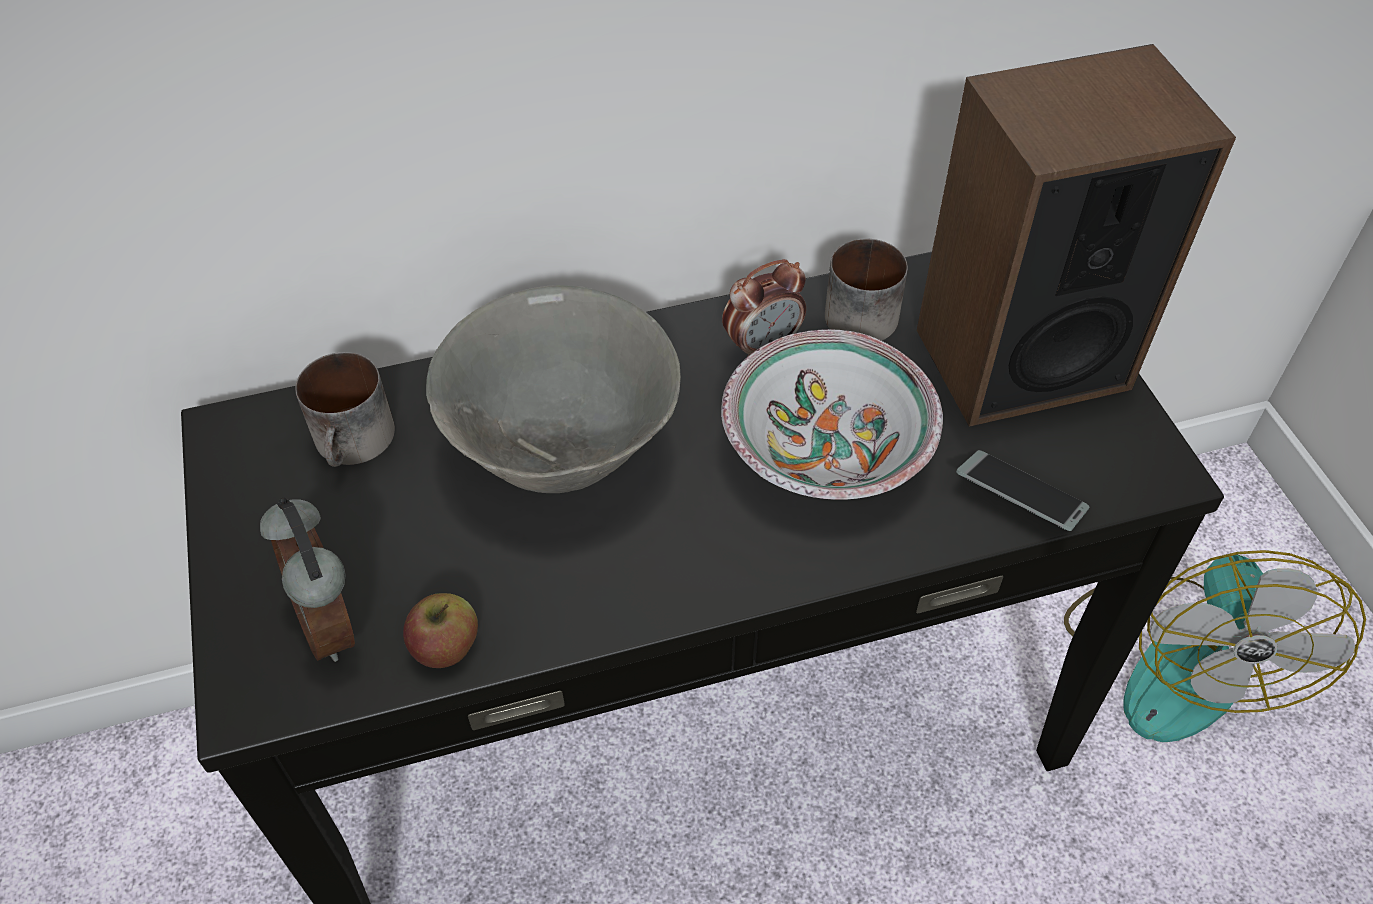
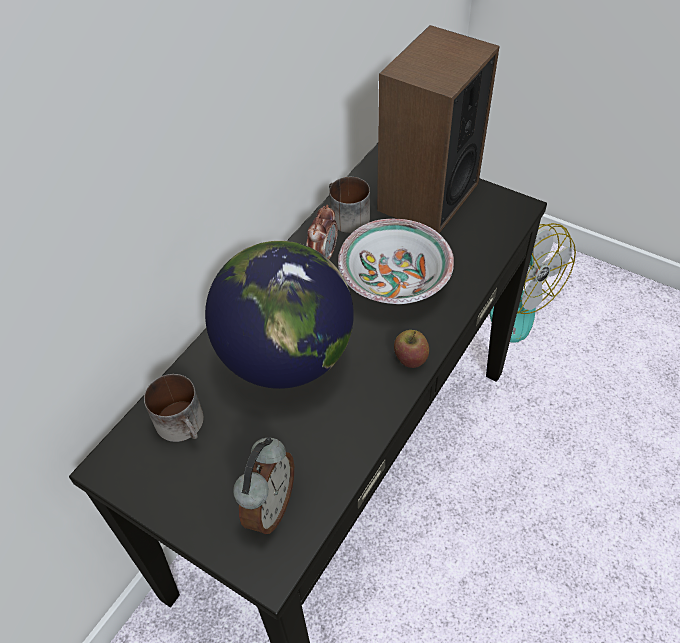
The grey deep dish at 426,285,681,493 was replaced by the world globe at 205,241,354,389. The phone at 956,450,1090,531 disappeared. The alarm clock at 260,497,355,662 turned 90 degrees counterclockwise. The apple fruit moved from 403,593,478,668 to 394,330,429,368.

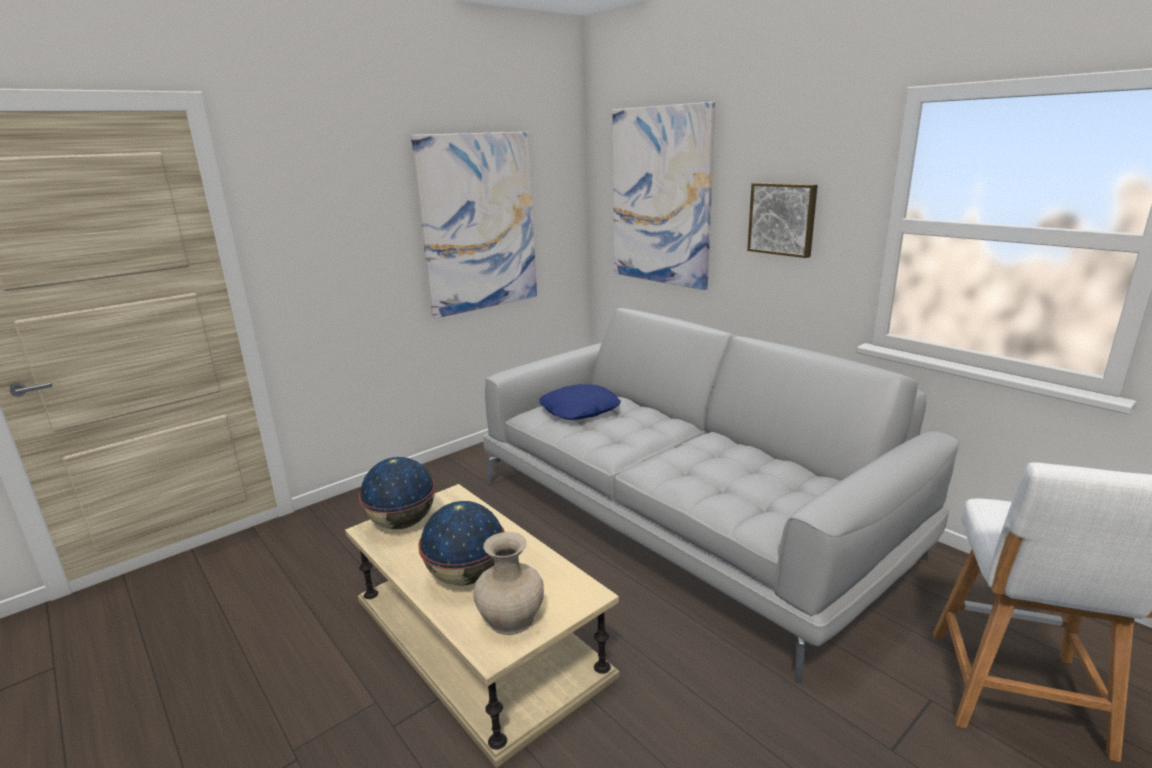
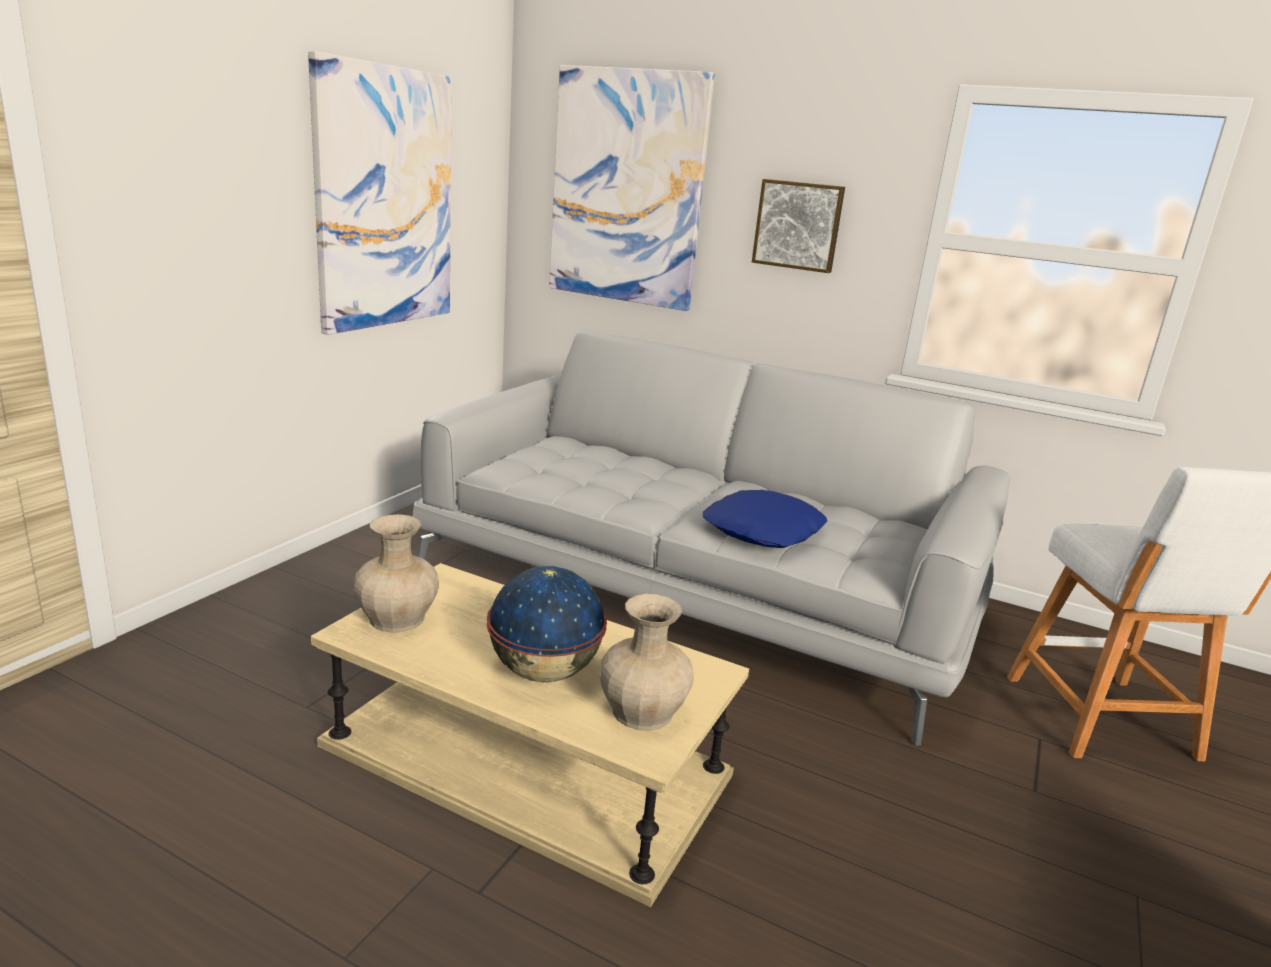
The blue-coloured throw pillow moved from 539,384,621,420 to 703,490,827,548. The world globe at 358,457,436,530 was replaced by the sand-coloured decorative vase at 354,514,439,633.

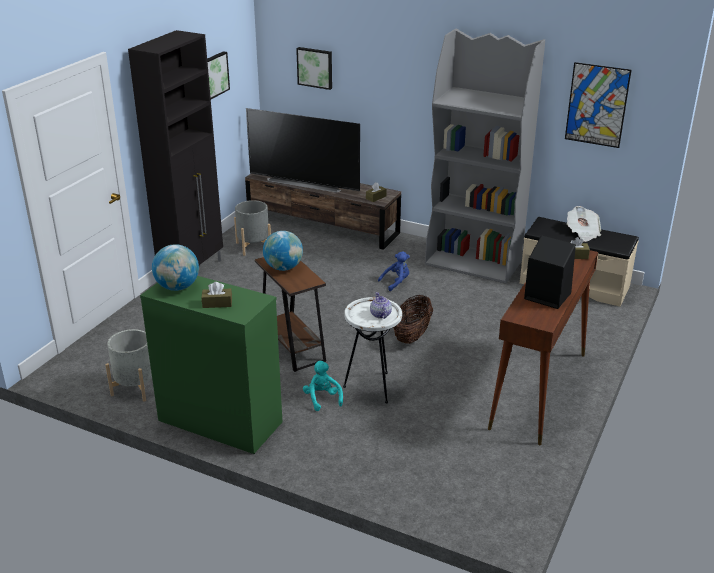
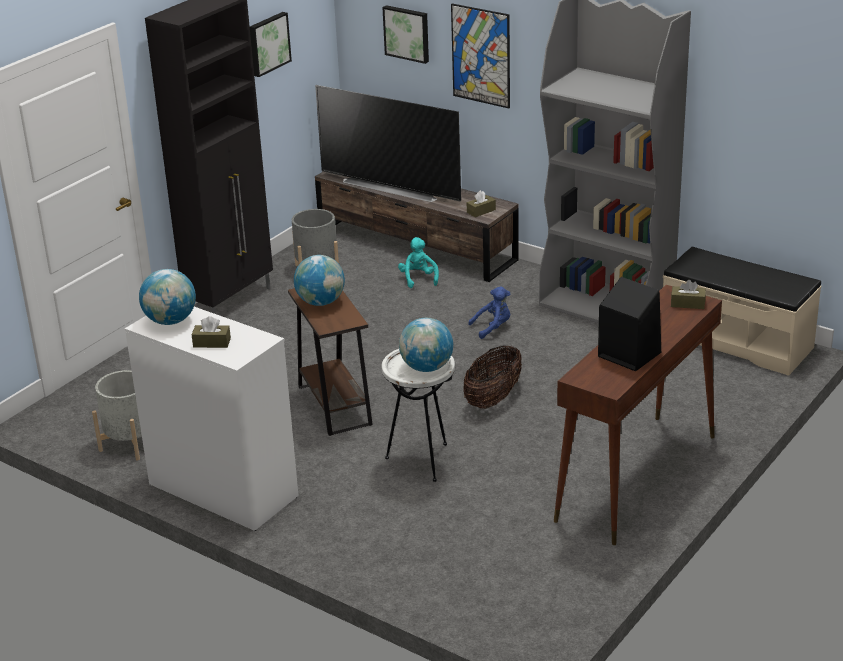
The wall picture moved from 565,62,632,148 to 451,4,510,108. The daily paper at 567,206,601,242 disappeared. The greenish dresser at 140,276,283,454 became the white-coloured dresser at 125,307,299,531. The teapot at 370,292,392,319 was replaced by the world globe at 399,318,453,372. The turquoise-coloured soft toy moved from 303,361,343,411 to 398,237,439,288.

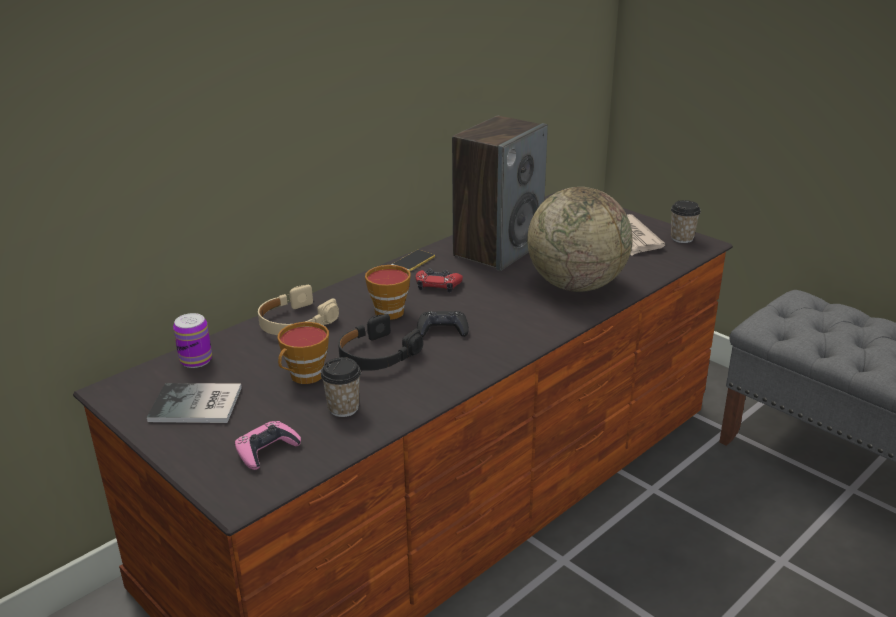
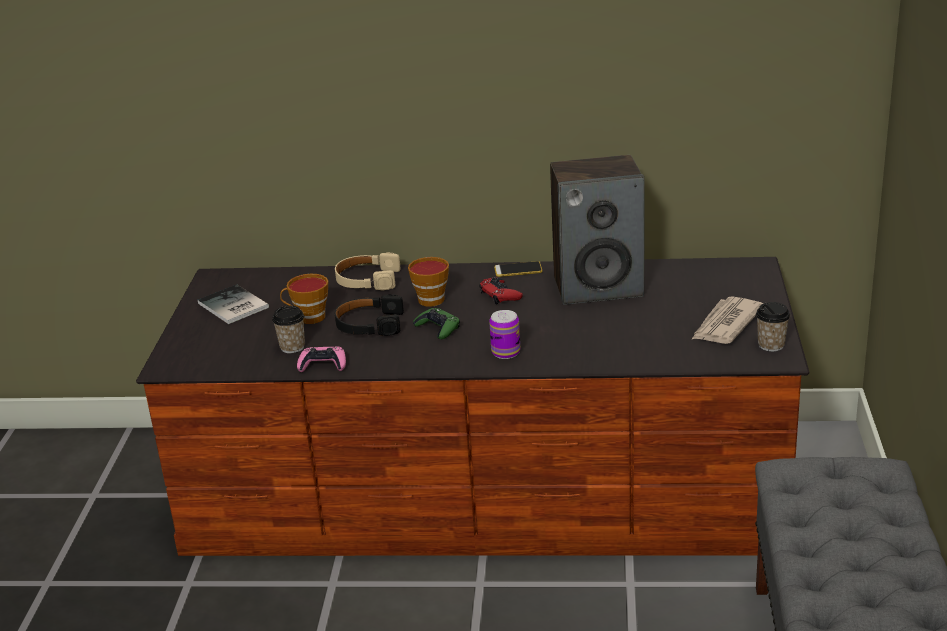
The world globe at 527,187,632,292 disappeared. The blackish game controller at 417,311,469,337 became the greenish game controller at 413,308,460,339. The can moved from 173,313,212,368 to 489,310,520,359. The pink game controller moved from 235,421,301,470 to 297,346,346,372.

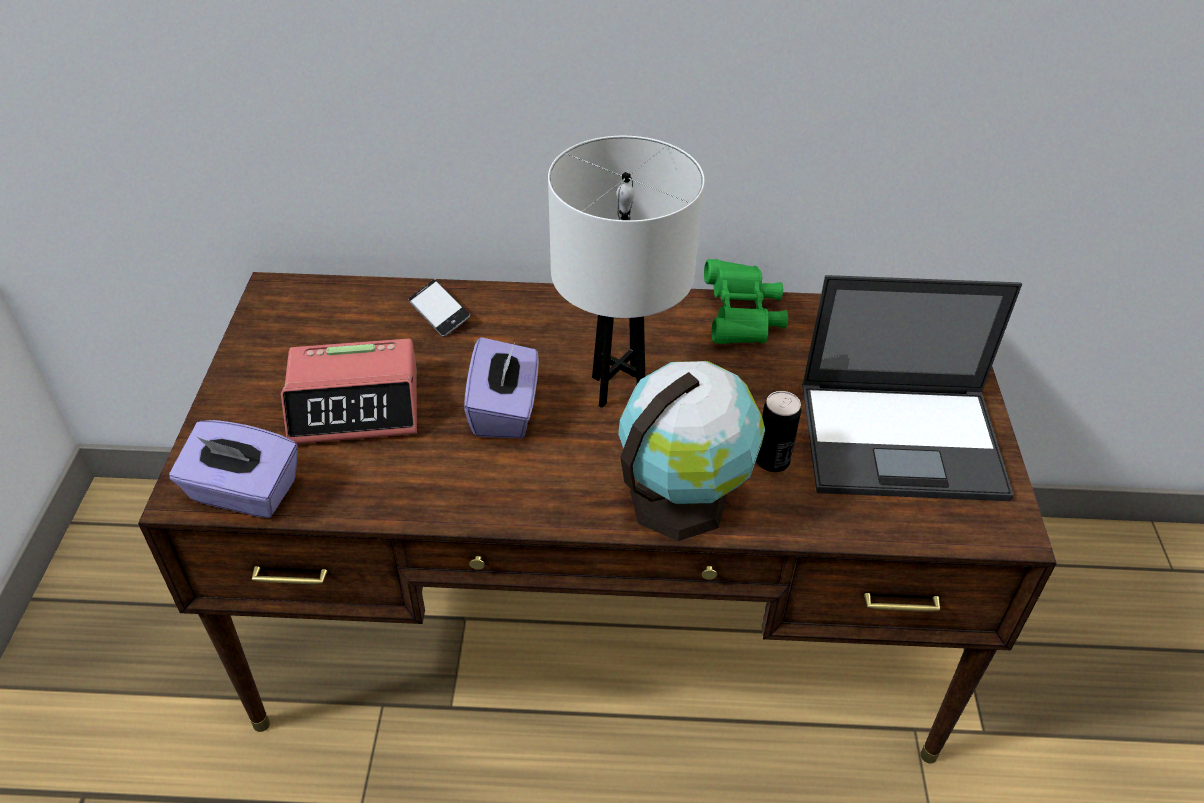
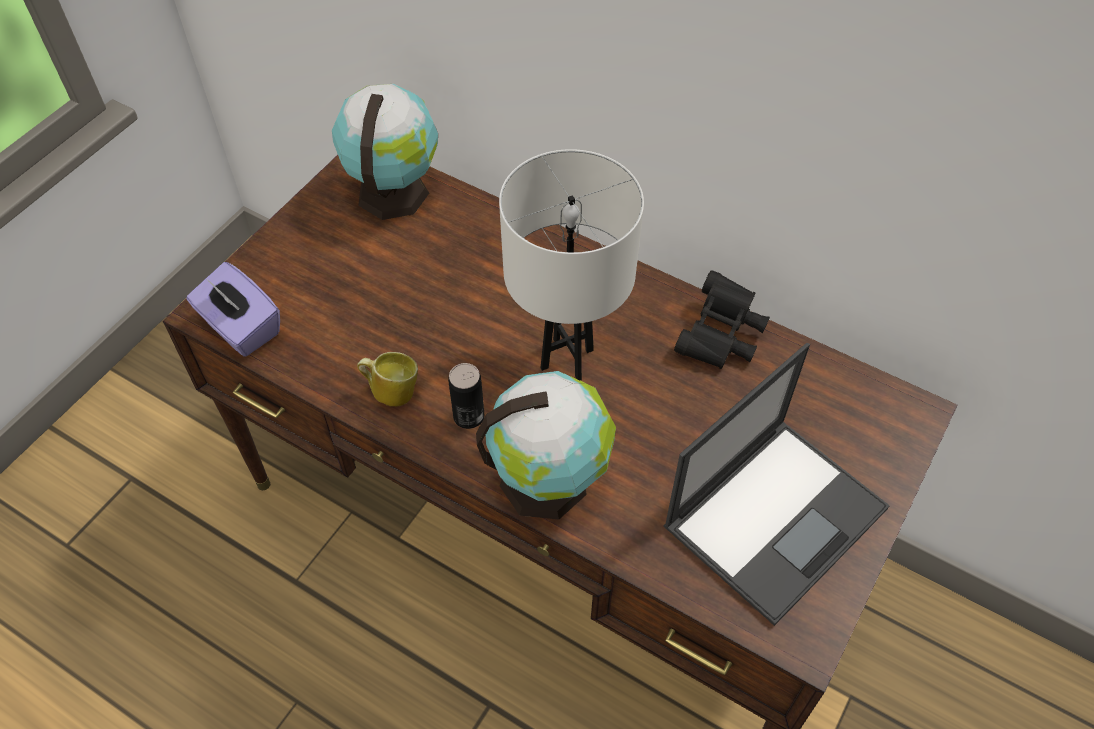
The greenish binoculars at 704,259,788,344 became the blackish binoculars at 674,270,770,369. The notebook computer at 802,275,1022,501 turned 75 degrees counterclockwise. The phone at 409,280,471,337 disappeared. The purplish tissue holder at 464,337,539,439 disappeared. The alarm clock at 281,339,417,444 disappeared. The can moved from 756,391,801,472 to 448,363,484,429. The world globe at 332,84,438,220 appeared. The mug at 357,352,418,407 appeared.

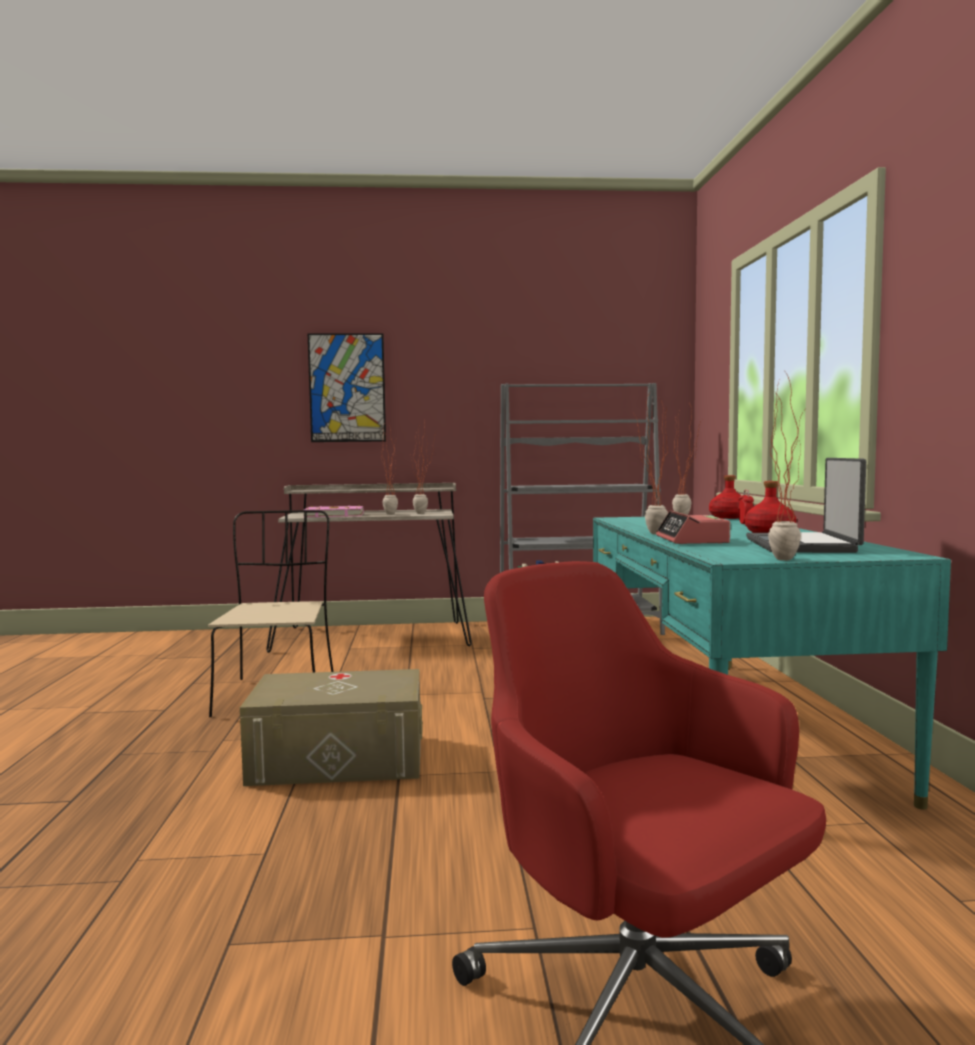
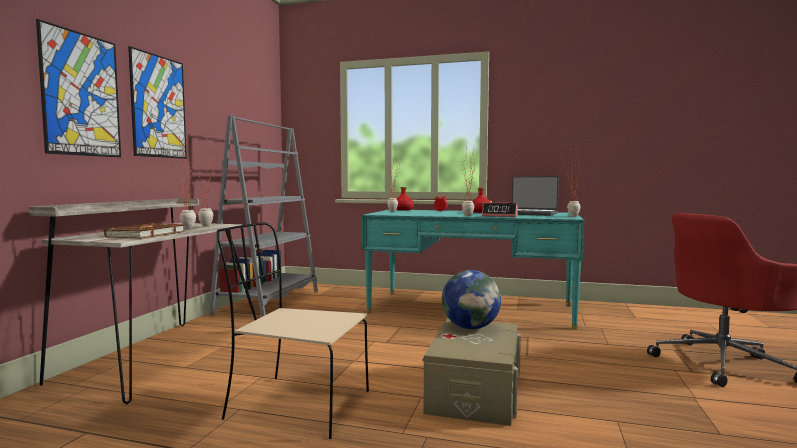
The pink bound book at 303,505,363,517 became the brown-coloured bound book at 104,223,185,239. The wall picture at 128,46,187,159 appeared. The world globe at 442,270,501,329 appeared.

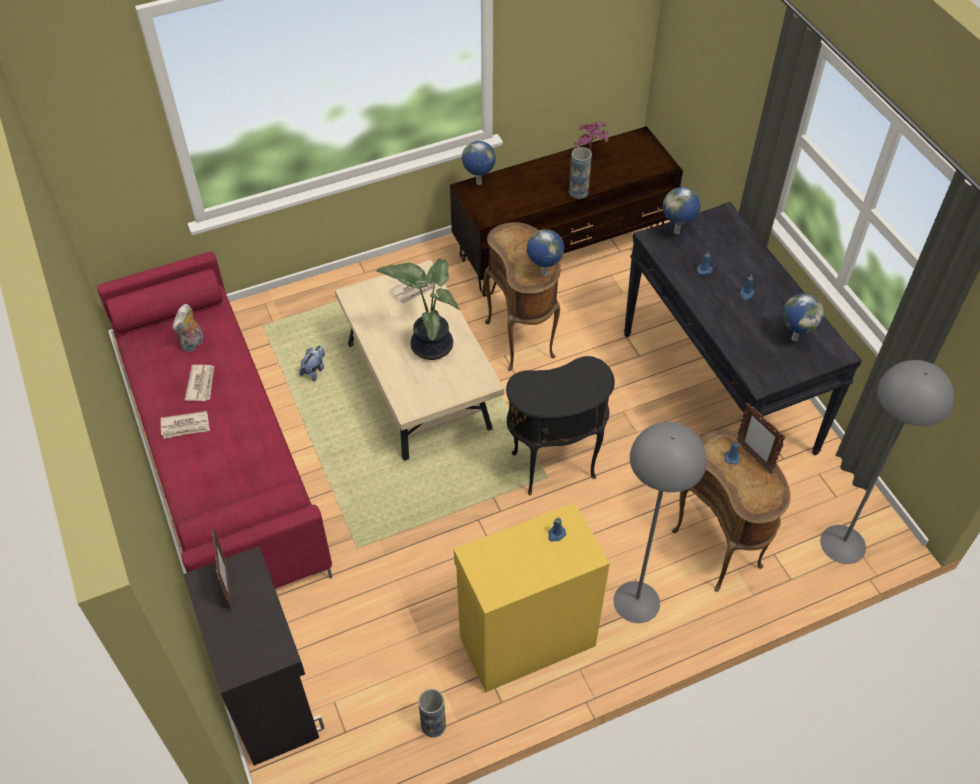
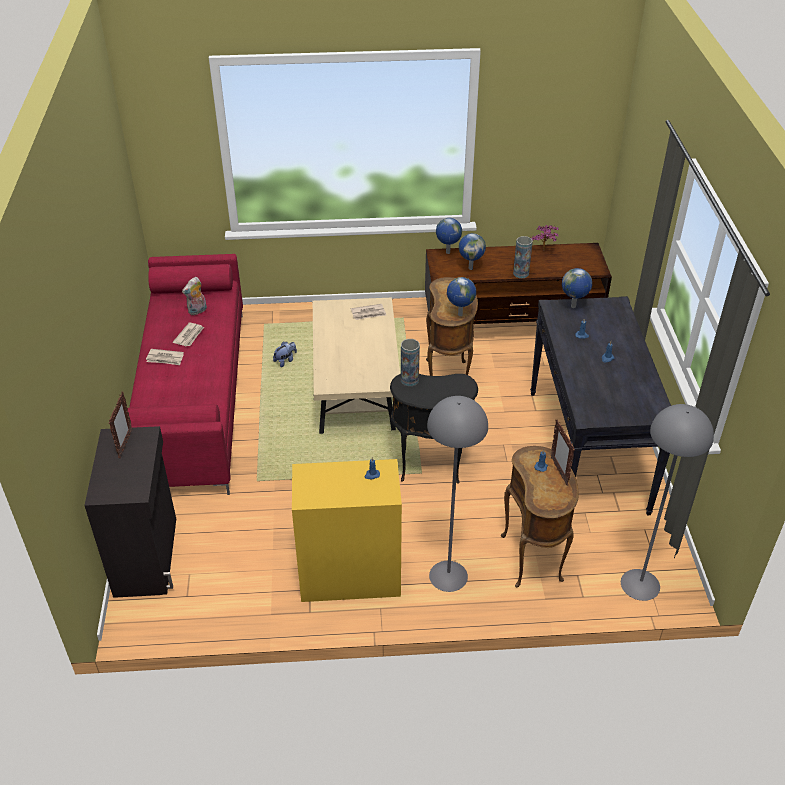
The houseplant at 376,258,460,360 disappeared. The world globe moved from 782,293,824,342 to 459,233,486,270. The decorative vase moved from 418,689,446,737 to 401,339,420,386.

